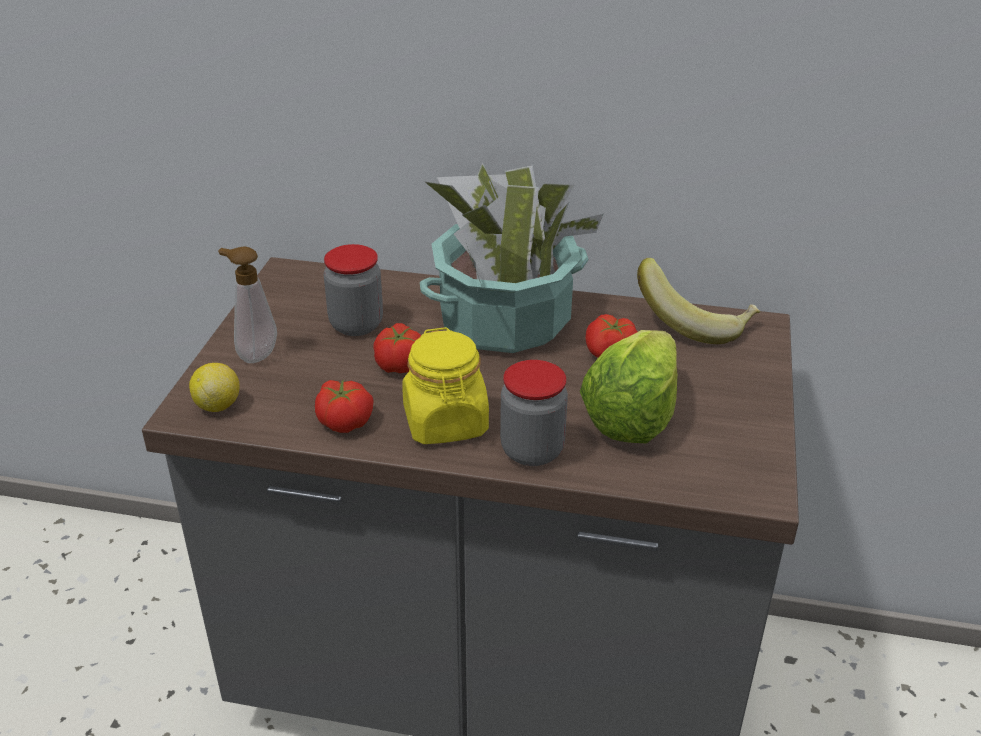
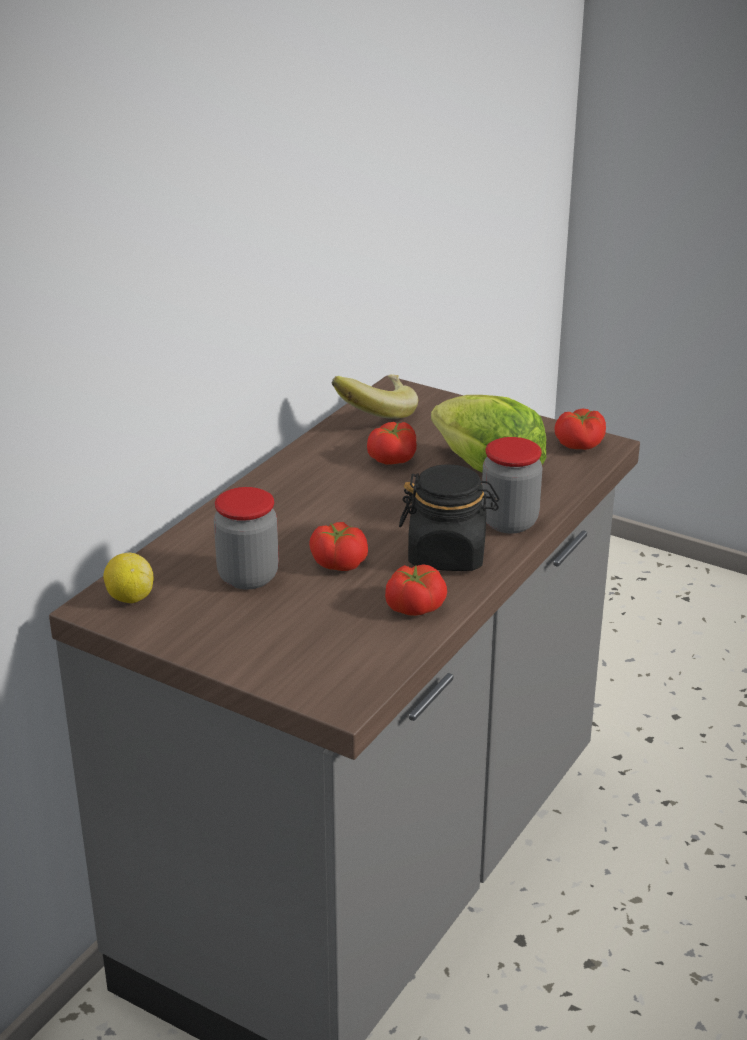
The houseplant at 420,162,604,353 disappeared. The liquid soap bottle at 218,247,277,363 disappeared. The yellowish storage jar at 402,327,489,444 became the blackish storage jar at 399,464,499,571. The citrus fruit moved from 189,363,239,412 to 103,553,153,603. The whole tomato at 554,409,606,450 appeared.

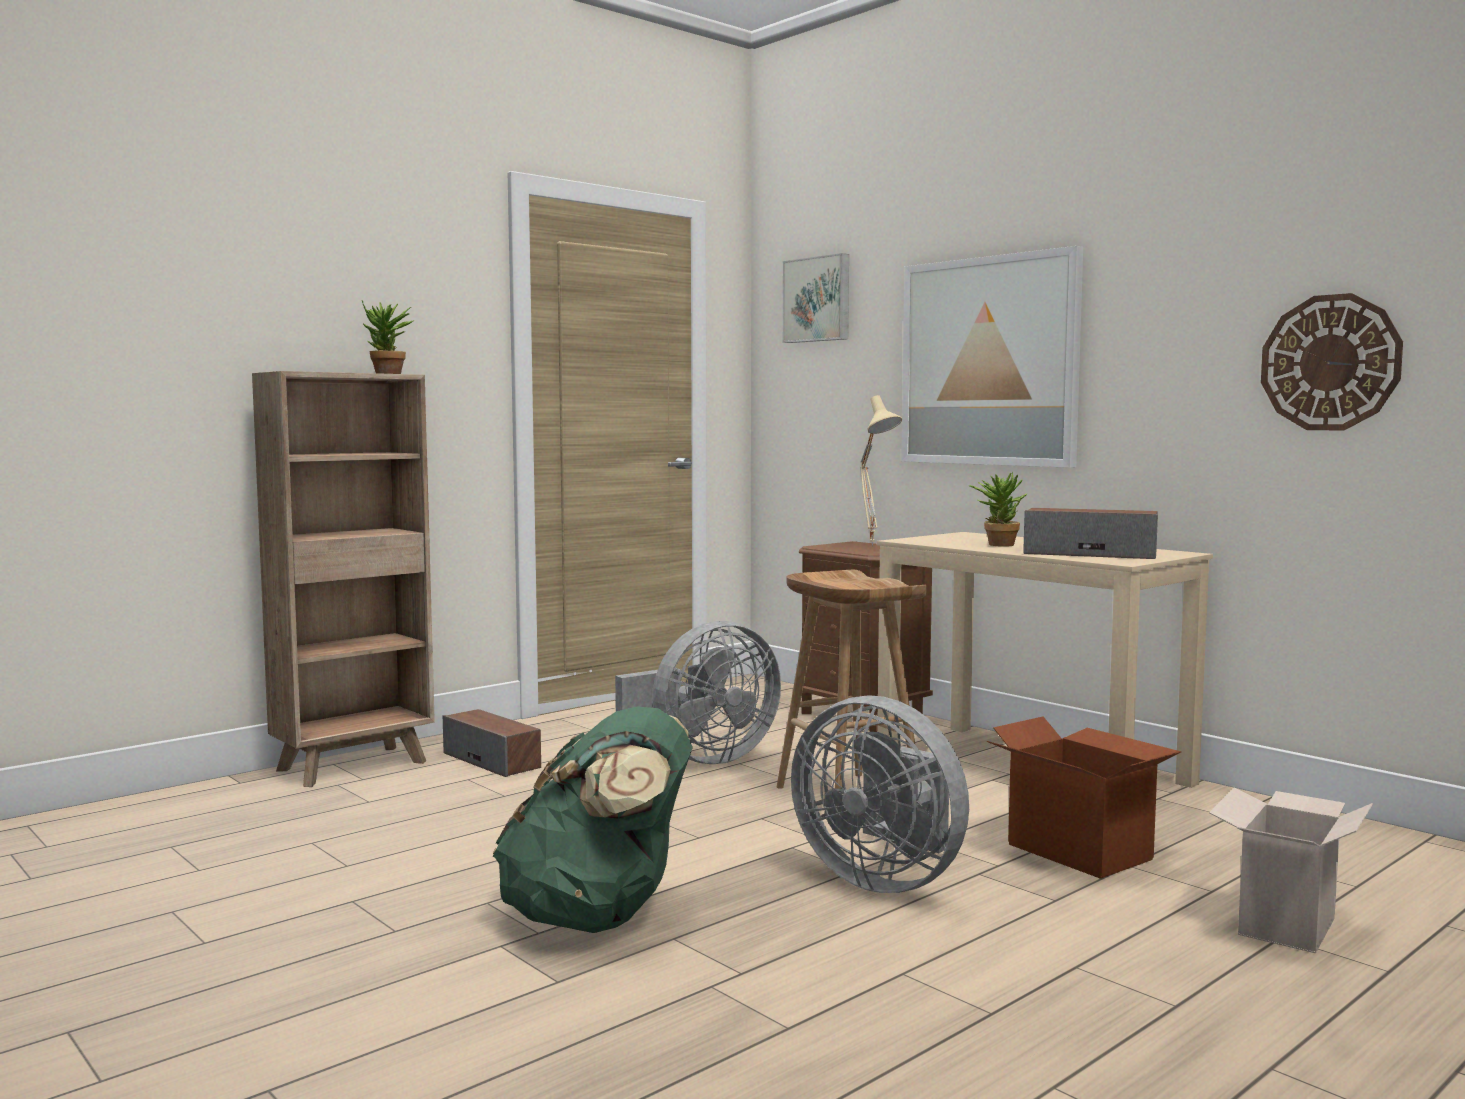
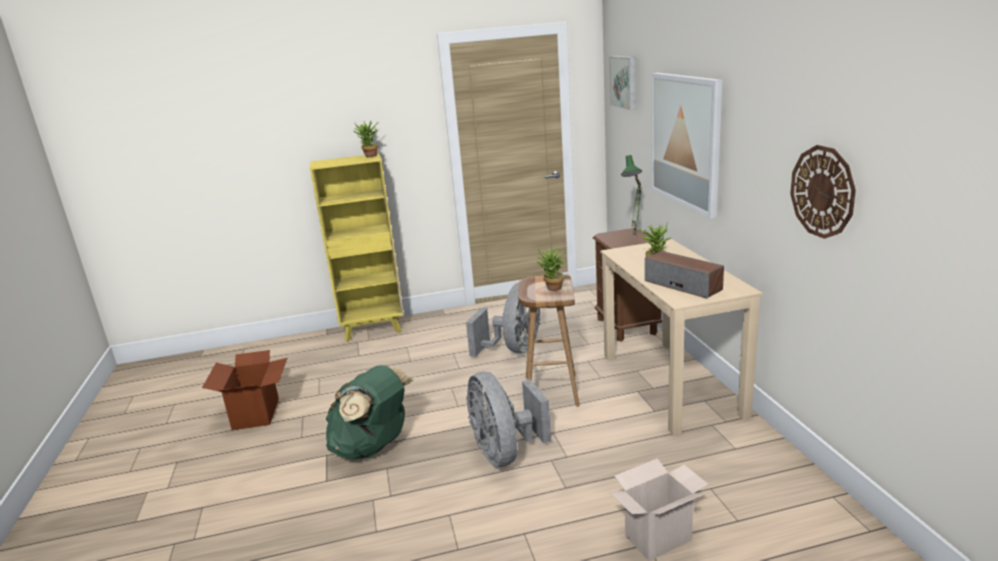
The brown-coloured bookcase at 252,371,435,787 became the yellowish bookcase at 310,153,404,342. The sand-coloured lamp for a table at 860,395,902,546 became the greenish lamp for a table at 621,155,642,237. The grey fan at 615,621,781,764 turned 60 degrees counterclockwise. The loudspeaker at 443,709,541,777 disappeared. The carton moved from 986,716,1181,879 to 202,350,287,430. The houseplant at 536,246,568,291 appeared.

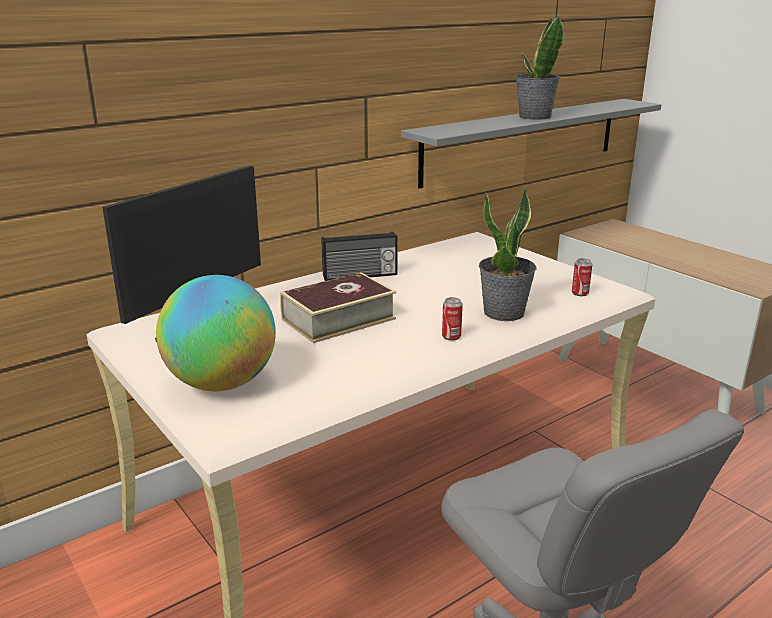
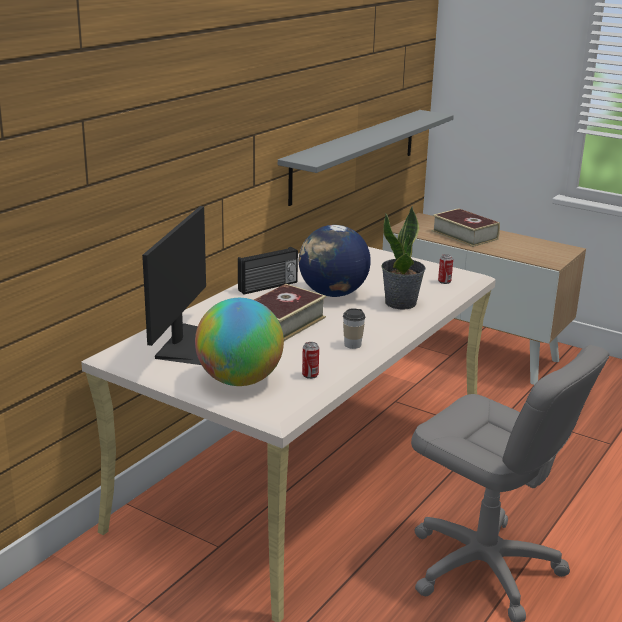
The houseplant at 515,15,564,120 disappeared. The can moved from 442,297,463,341 to 302,342,319,379. The bound book at 432,208,500,247 appeared. The world globe at 299,225,371,297 appeared. The cup at 343,308,365,349 appeared.

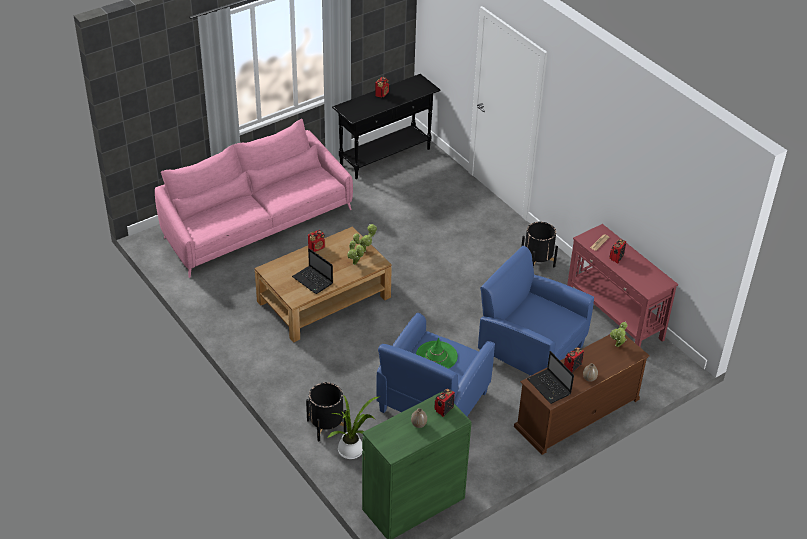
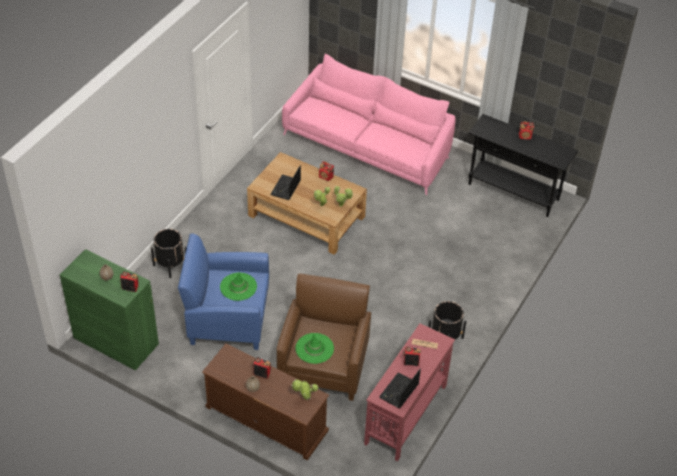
The blue-coloured easy chair at 478,246,594,376 became the brown-coloured easy chair at 277,273,371,401. The notebook computer moved from 527,351,574,404 to 379,369,421,408. The houseplant at 328,395,380,459 disappeared. The greenish hat at 296,333,334,364 appeared.

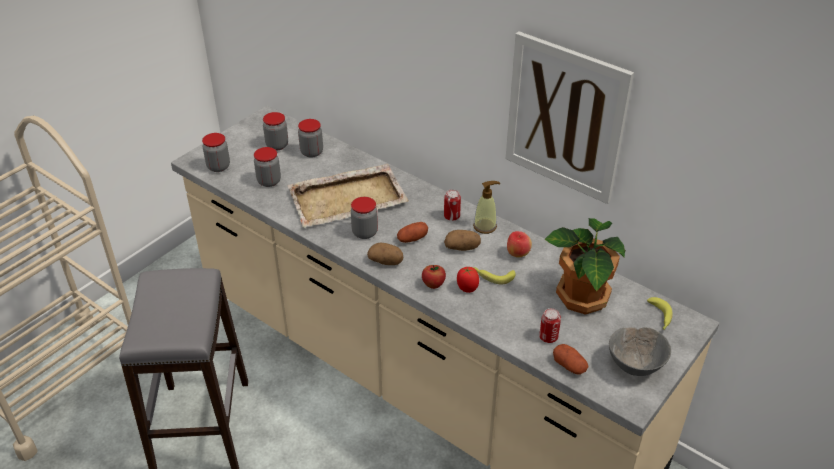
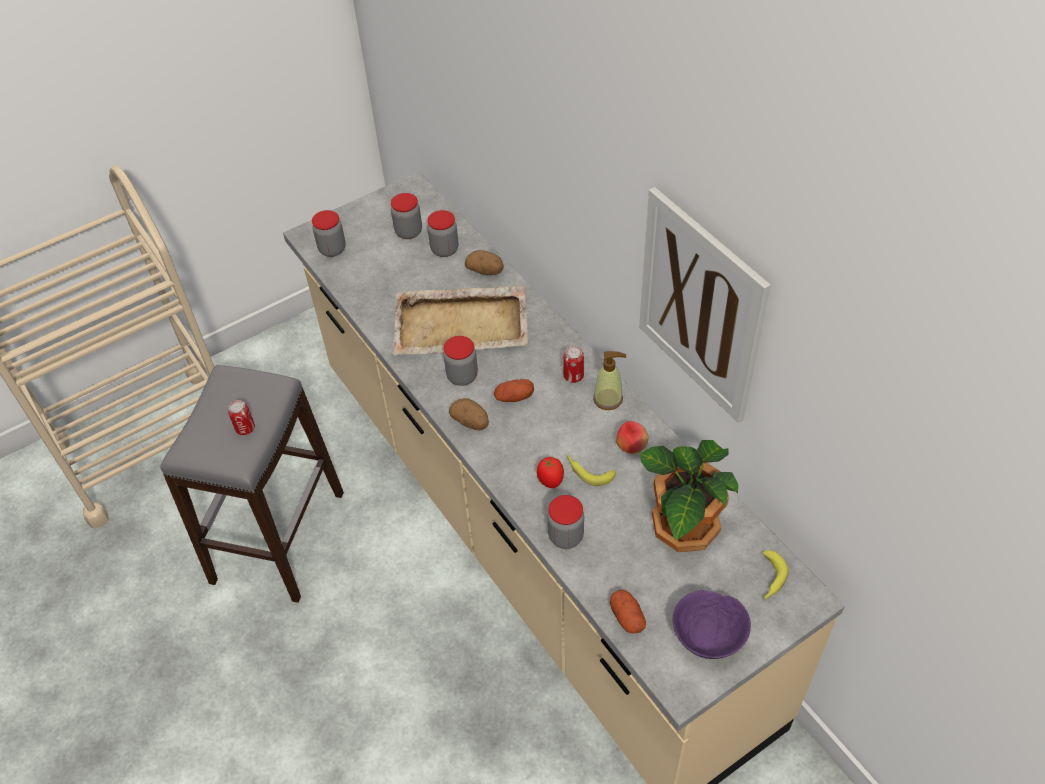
The storage jar moved from 254,147,281,187 to 547,495,584,549. The spud moved from 444,230,481,251 to 465,250,504,275. The apple fruit at 422,265,446,289 disappeared. The can moved from 539,308,561,343 to 228,400,255,435. The grey deep dish at 609,327,671,376 became the purplish deep dish at 672,590,751,659.

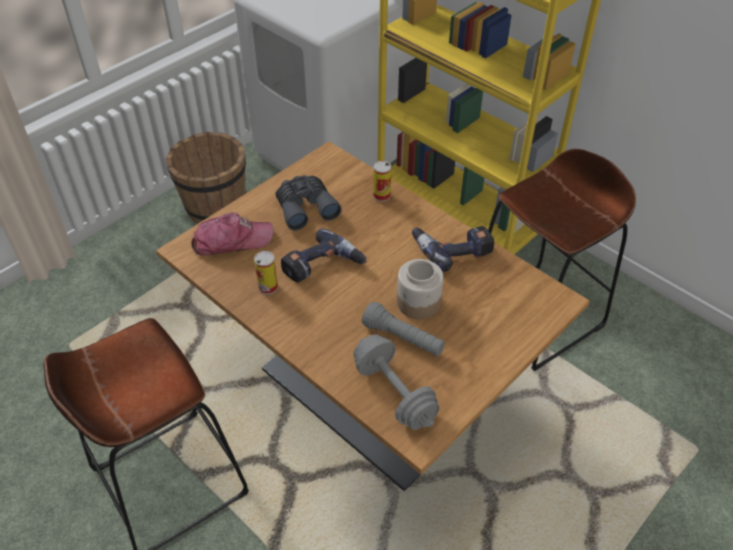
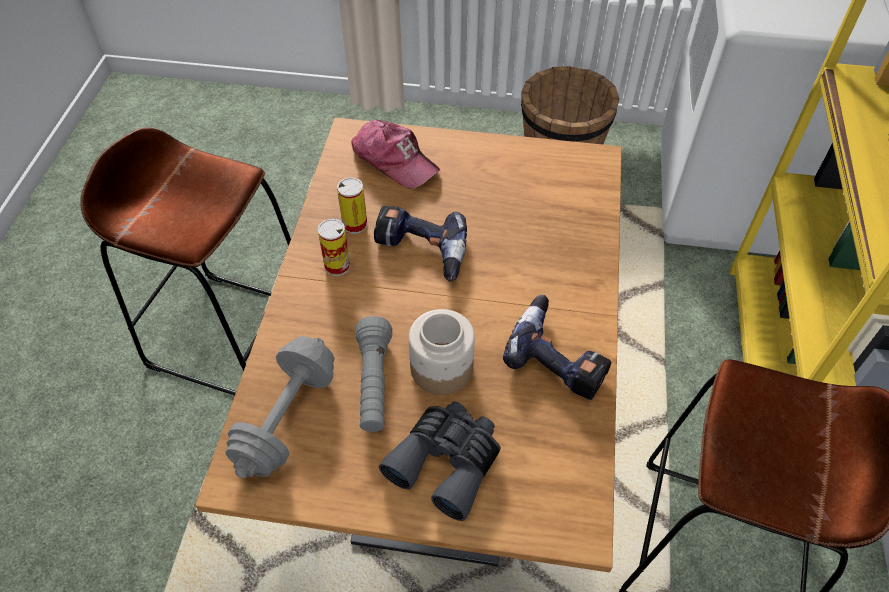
The can moved from 373,161,391,202 to 317,219,350,276. The grey binoculars moved from 275,175,342,230 to 379,402,501,521.

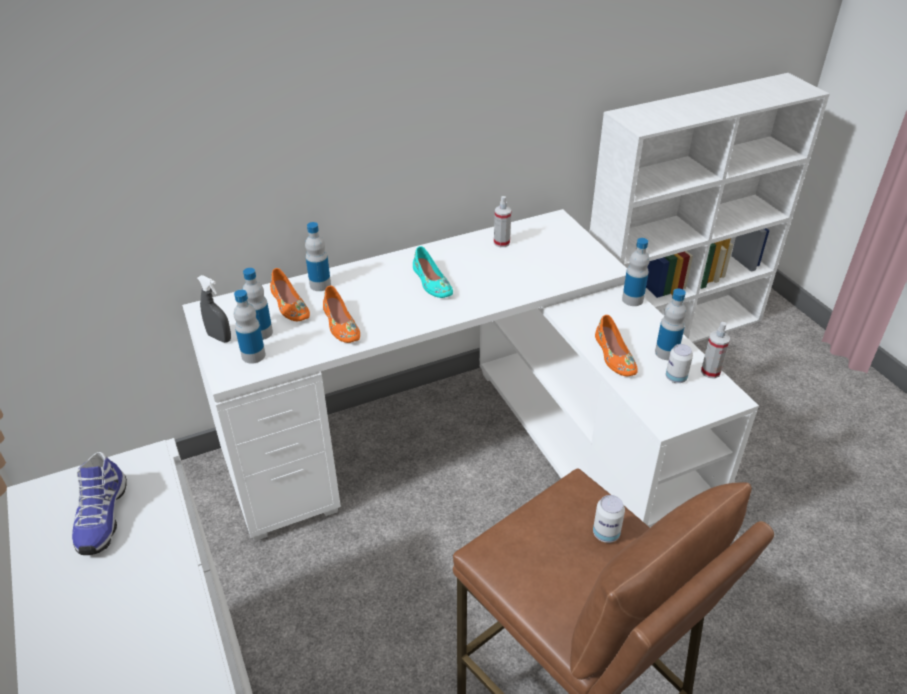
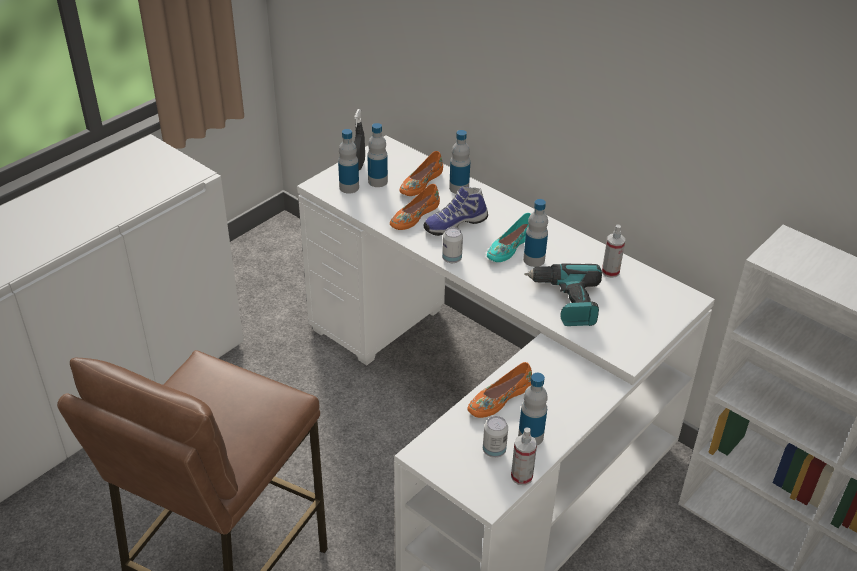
The beverage bottle moved from 622,238,650,306 to 523,199,548,267. The low shoe moved from 72,452,127,555 to 424,186,488,236. The can moved from 593,495,625,543 to 442,227,463,263. The power drill at 524,264,602,326 appeared.

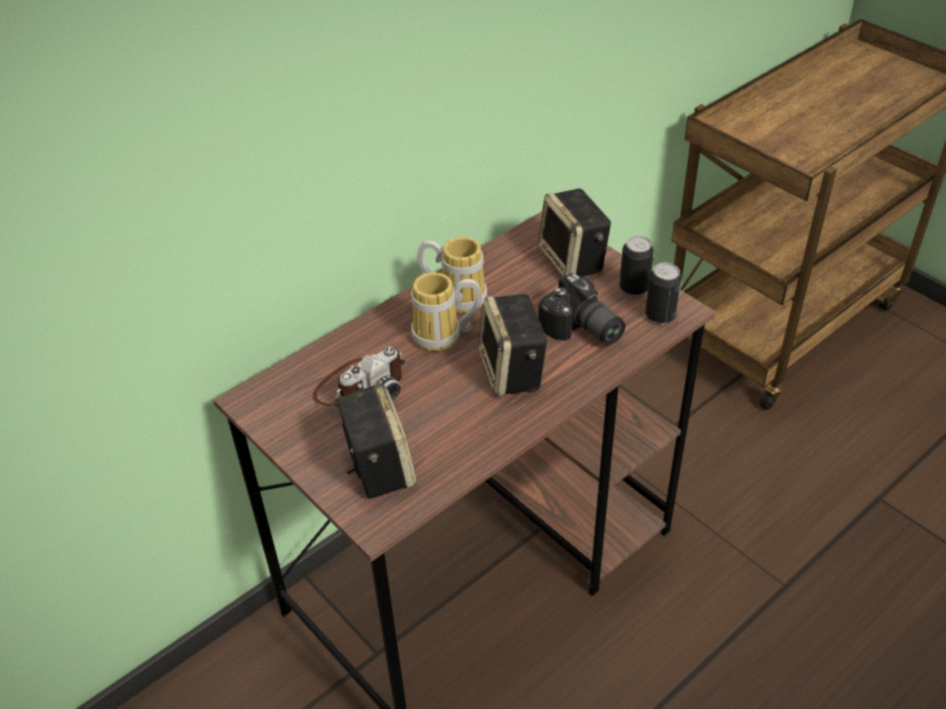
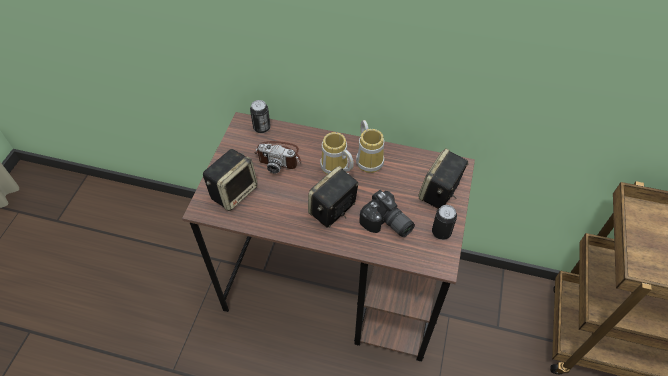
The can moved from 645,263,682,324 to 250,100,270,133. The still camera at 538,273,625,345 turned 60 degrees counterclockwise.

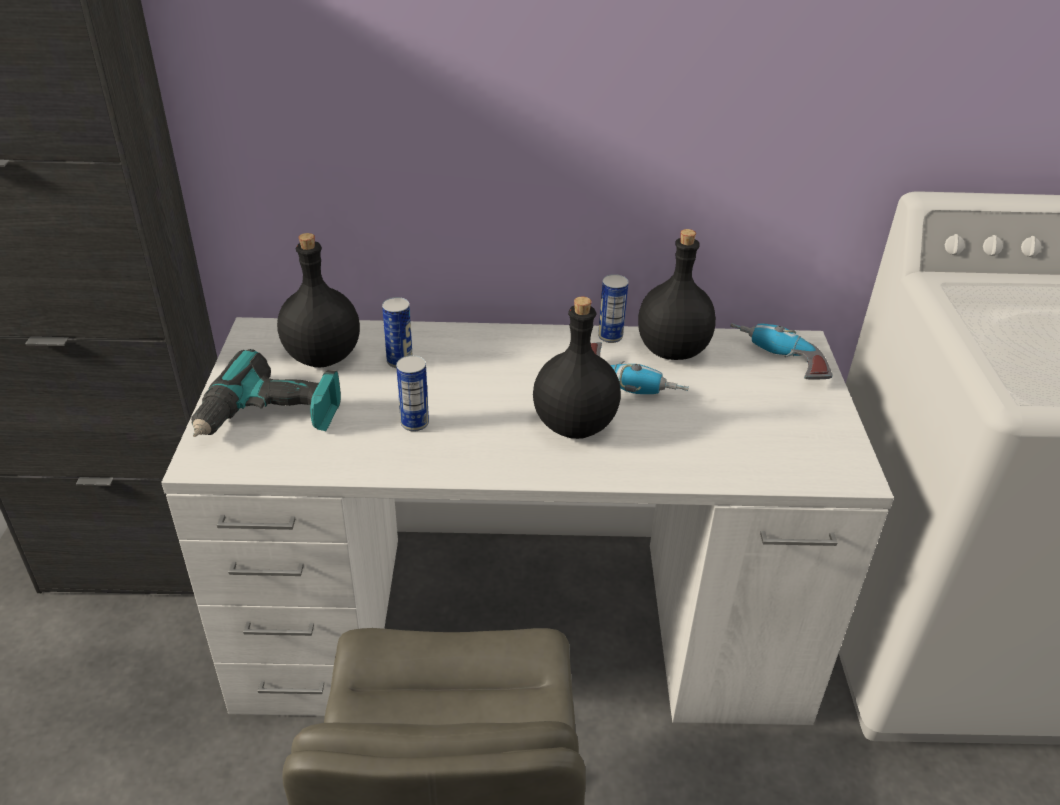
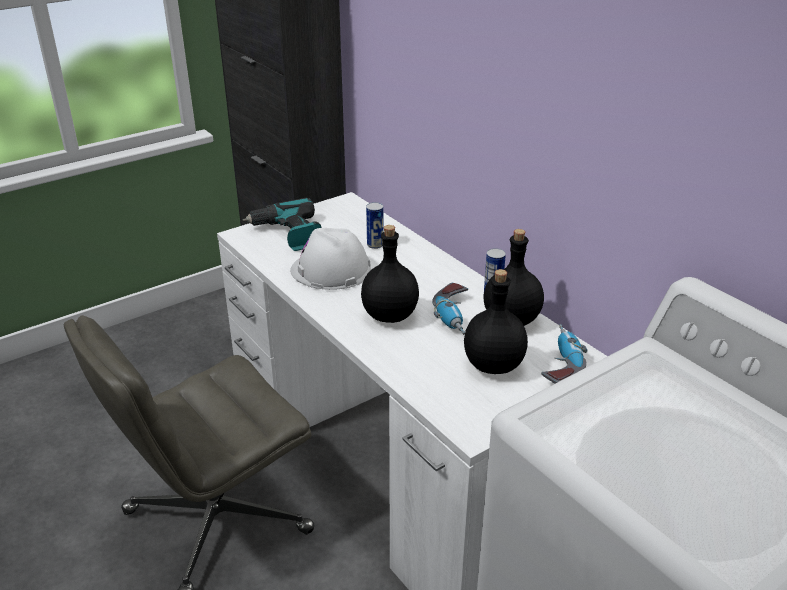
The blackish beverage bottle moved from 277,233,360,367 to 464,269,528,374. The can at 396,355,429,432 was replaced by the white-coloured work helmet at 290,228,371,290.

